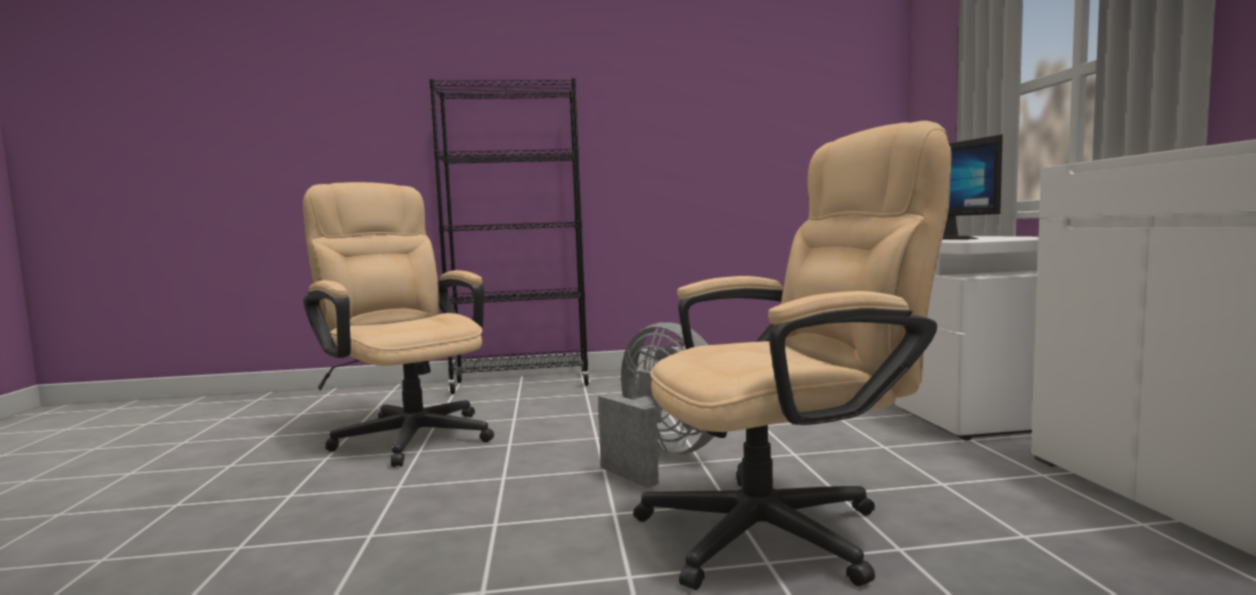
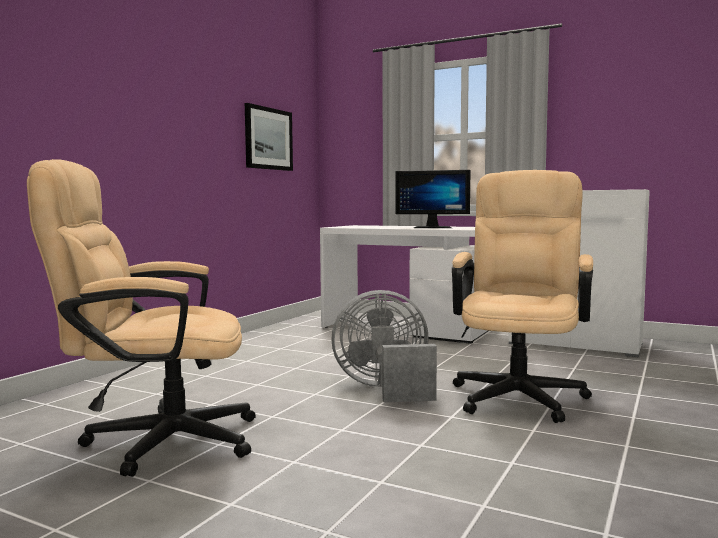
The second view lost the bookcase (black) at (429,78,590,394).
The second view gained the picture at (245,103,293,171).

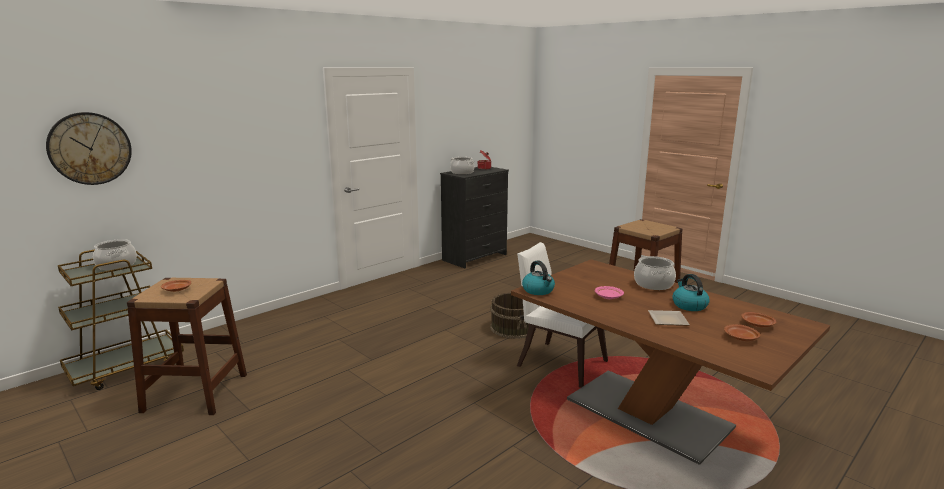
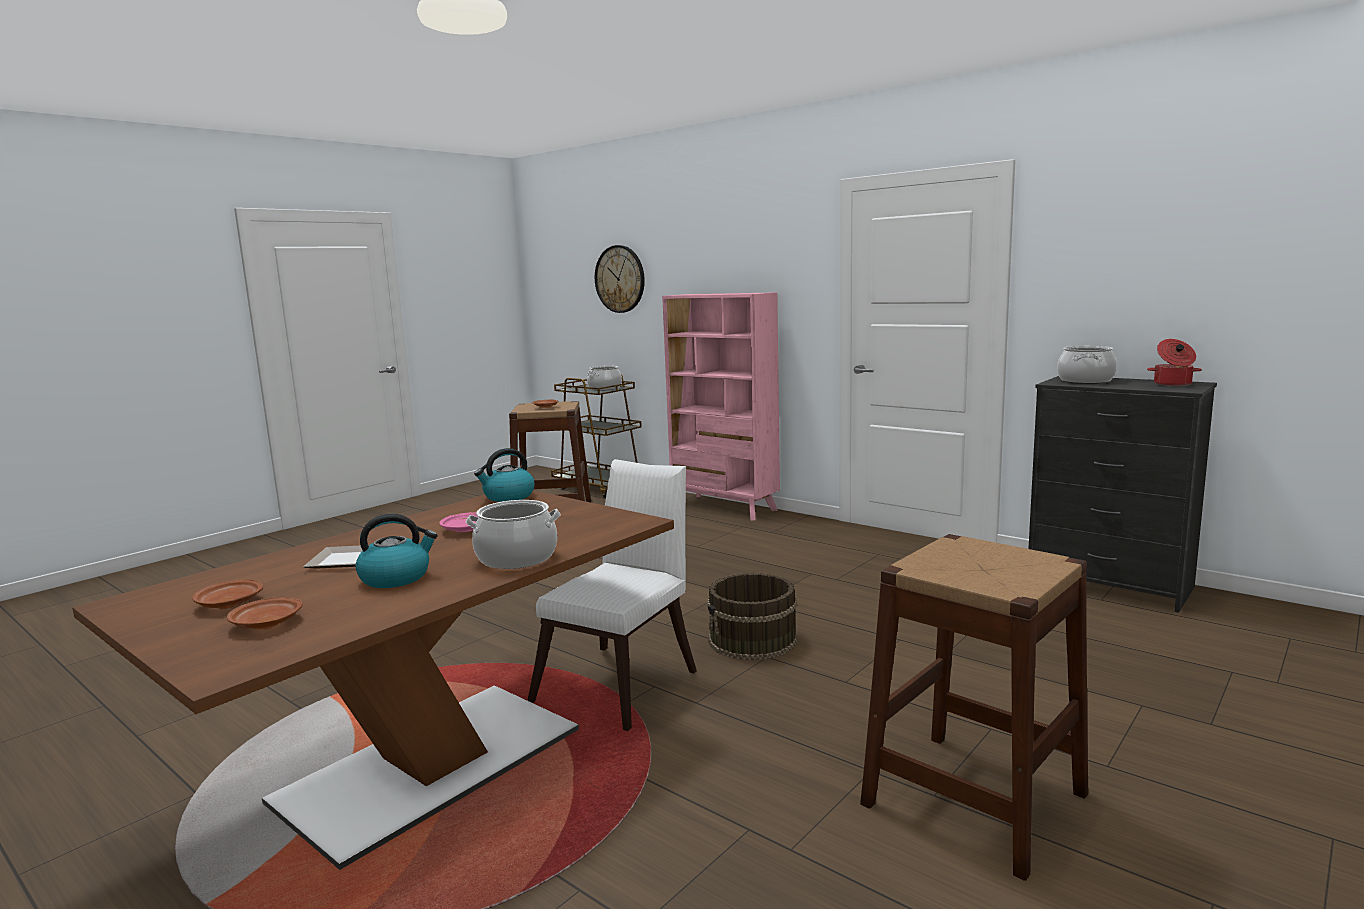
The second view gained the bookcase (pink) at (662,292,780,521).

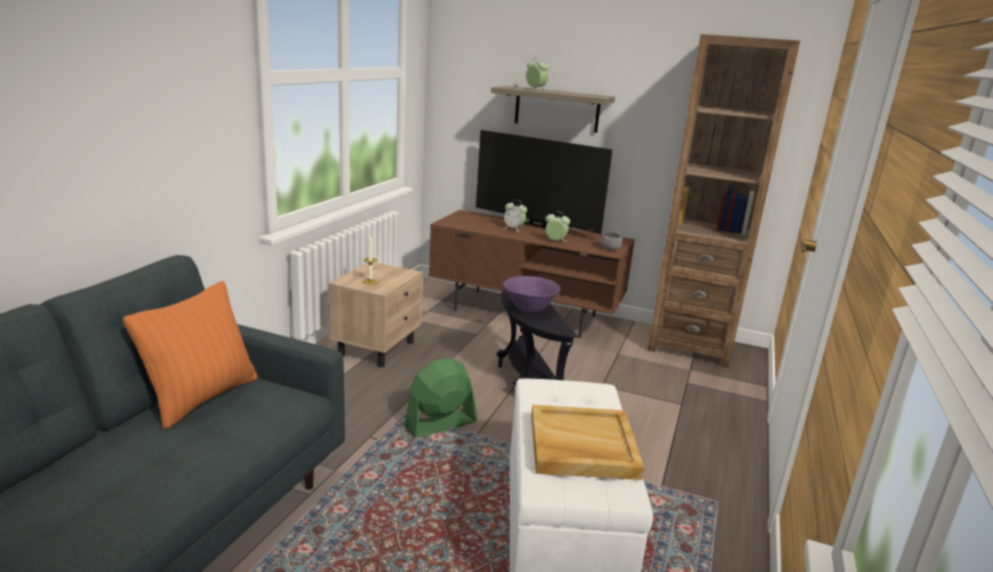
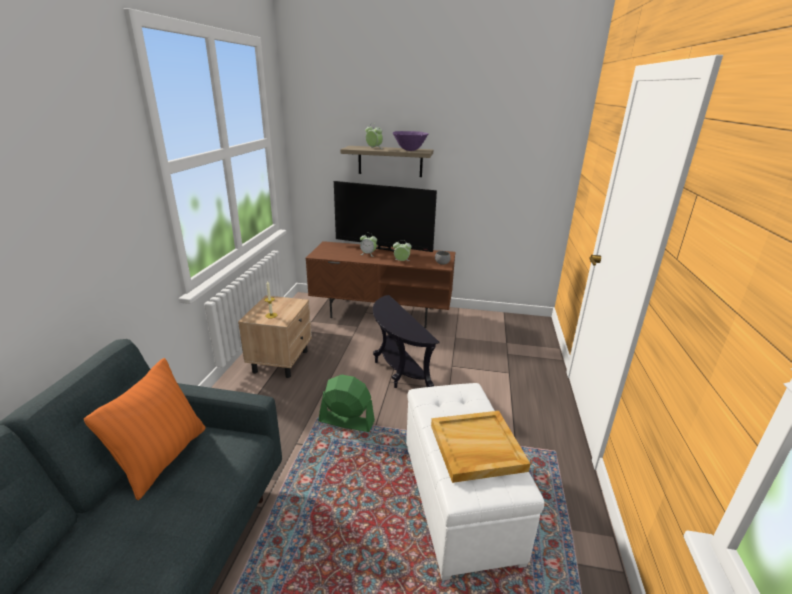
The second view lost the bookcase (brown) at (648,34,800,368).
The bowl (purple) ended up elsewhere, having gone from (503,276,560,313) to (393,131,429,151).
The fan (green) at (404,358,477,438) ended up facing another way, 60 degrees clockwise from before.

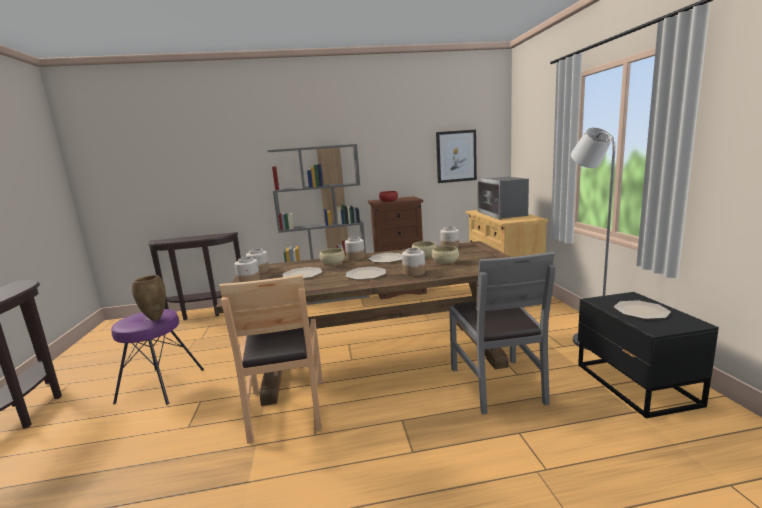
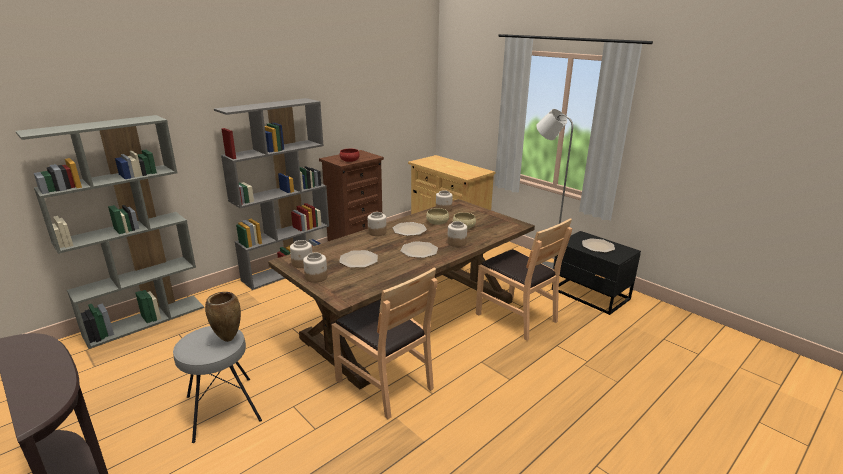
The second view lost the picture at (436,130,477,183).
The second view lost the microwave at (477,177,529,220).
Where the console table (brown) stood at (148,232,241,320), the bookcase (grey) came to stand at (16,115,204,349).
The second view lost the bowl (beige) at (319,248,345,265).
What was the chair (grey) at (449,252,556,414) turned into the chair (brown) at (476,218,572,341).
What was the stool (purple) at (111,309,204,405) turned into the stool (grey) at (173,326,262,443).

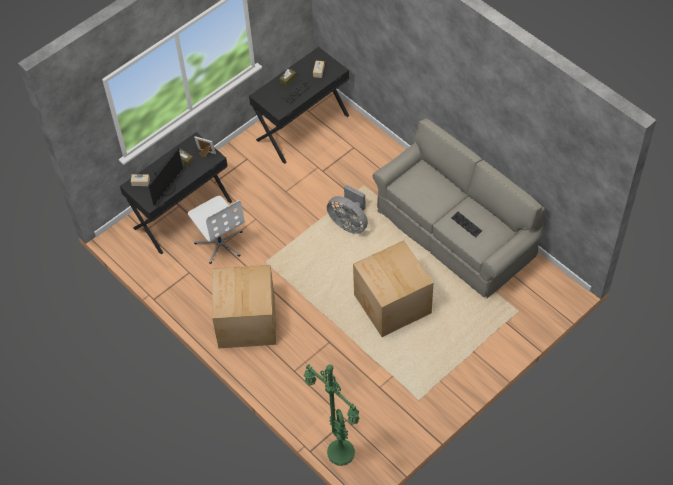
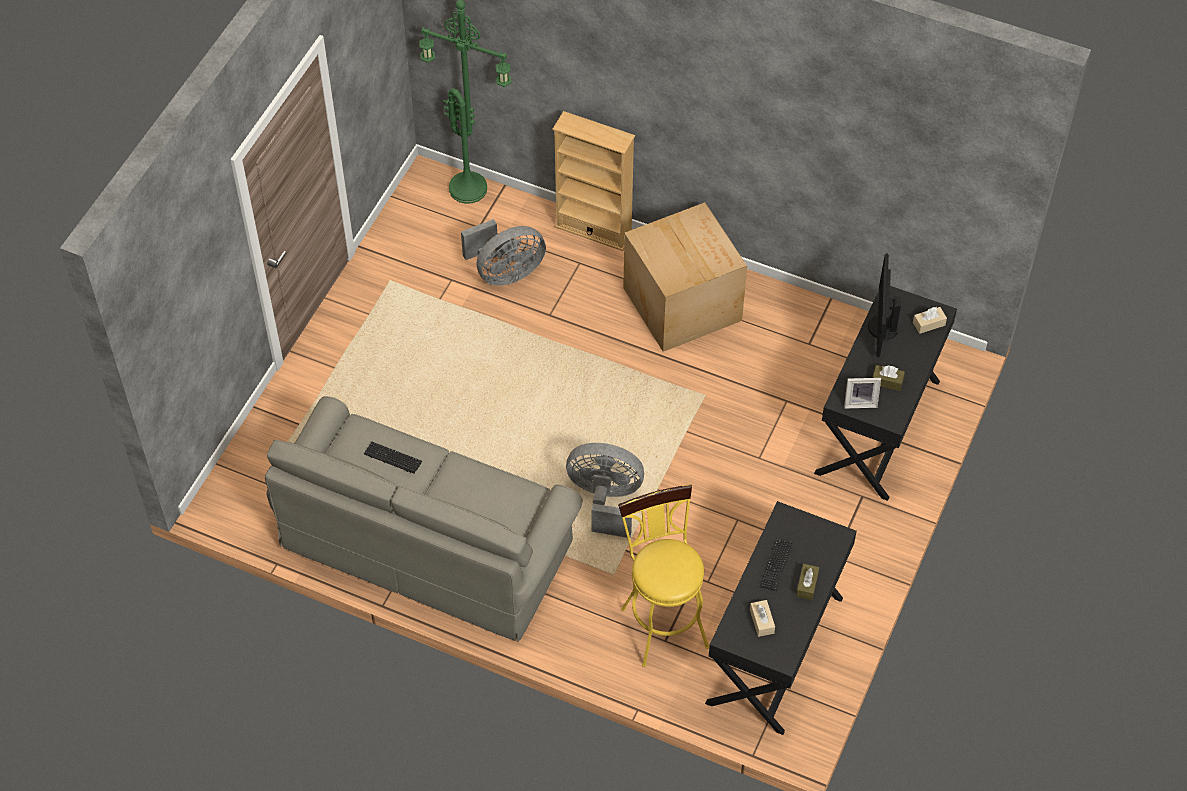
The second view lost the office chair (white) at (188,196,245,264).
The second view lost the cardboard box at (353,240,433,337).
The second view gained the bookcase (beige) at (553,111,635,251).
The second view gained the fan (grey) at (461,219,546,286).
The second view gained the stool (yellow) at (618,484,709,667).

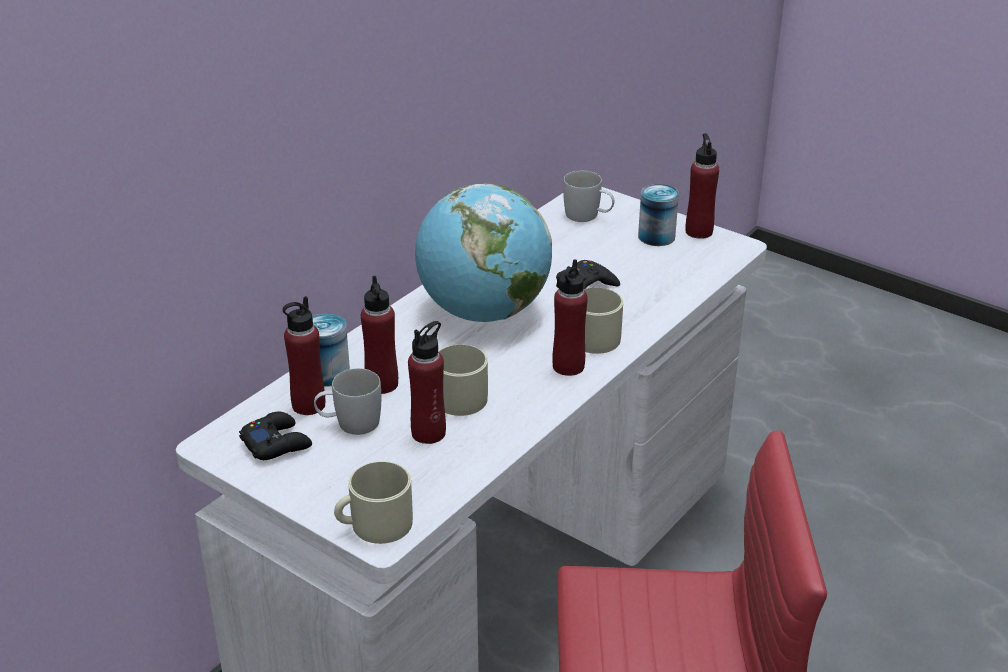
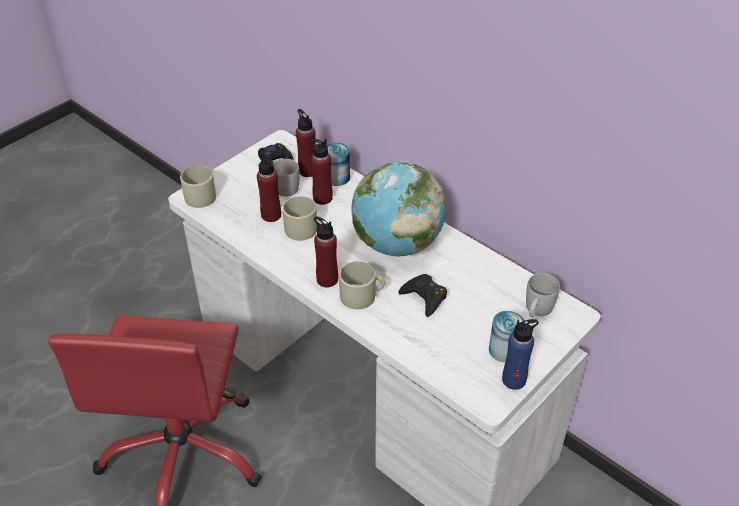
What was the bottle (red) at (685,133,719,239) turned into the bottle (blue) at (502,319,539,390).

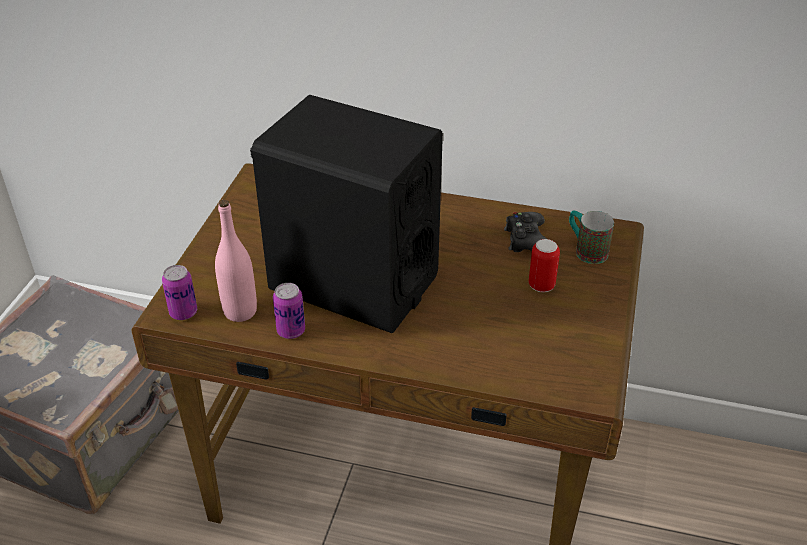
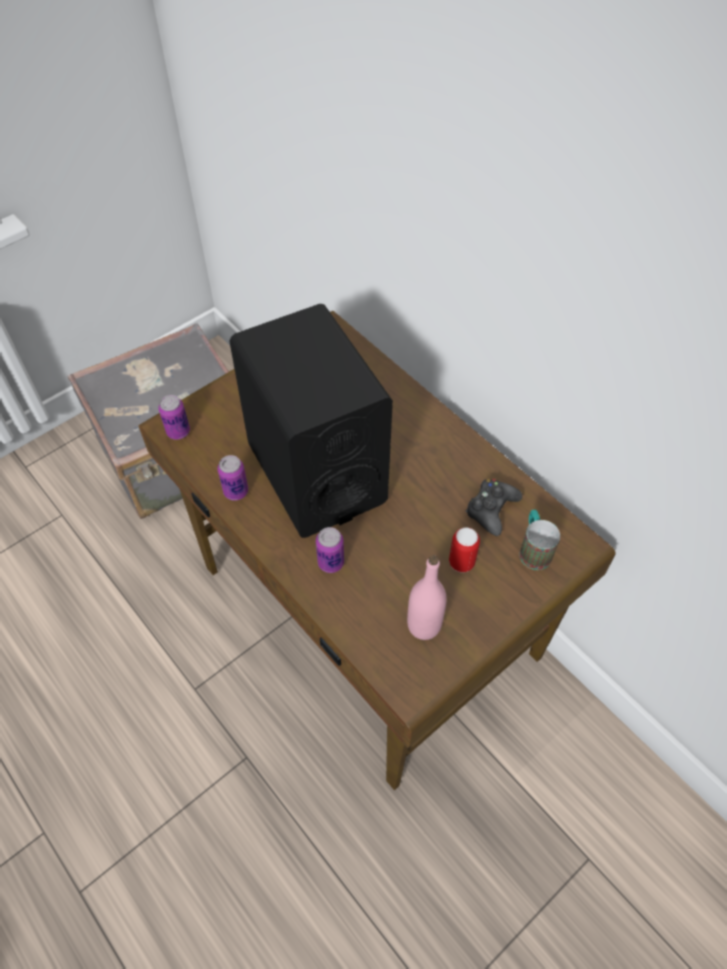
The bottle (pink) ended up elsewhere, having gone from (215,200,257,322) to (407,555,447,640).
The second view gained the can at (316,527,344,573).

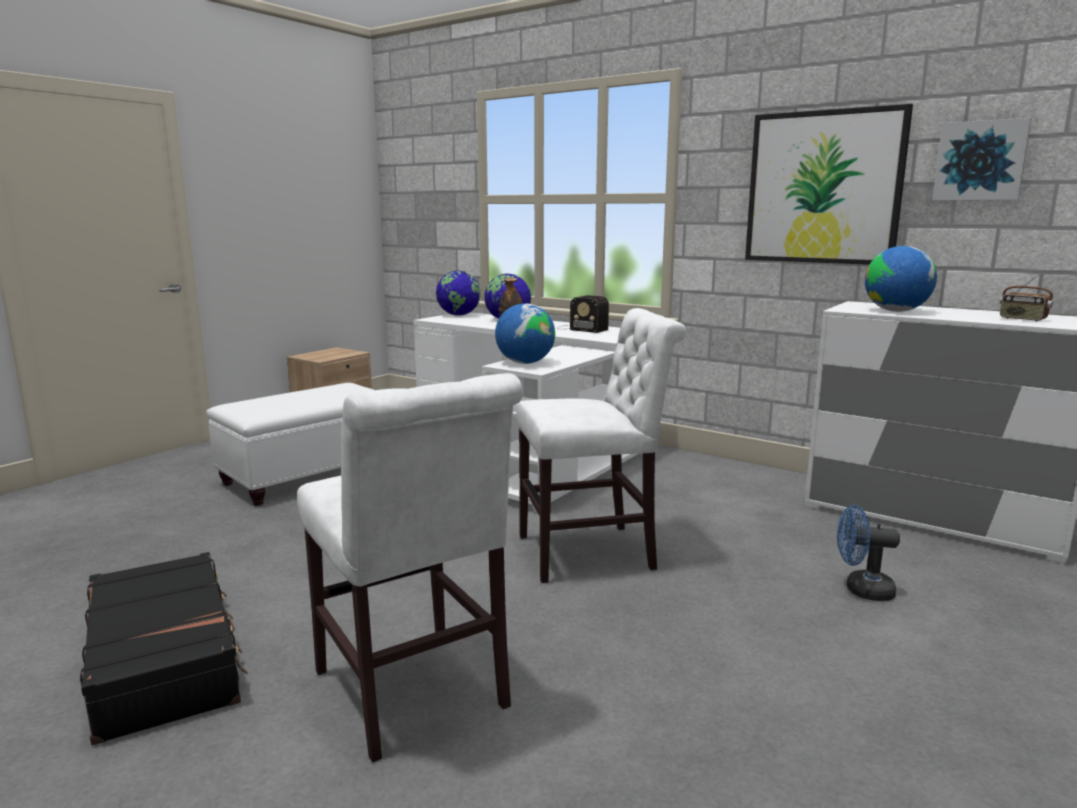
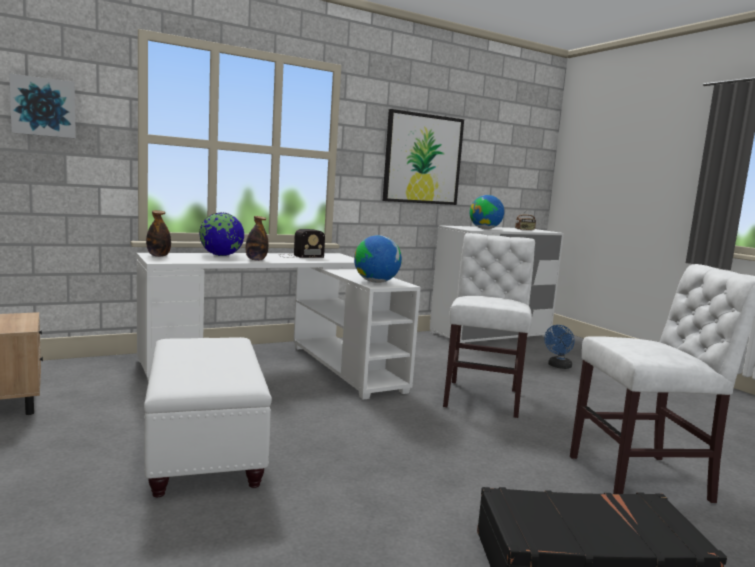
The picture ended up elsewhere, having gone from (932,118,1031,200) to (9,73,76,138).
Where the globe stood at (436,270,481,316), the bottle came to stand at (146,210,171,257).

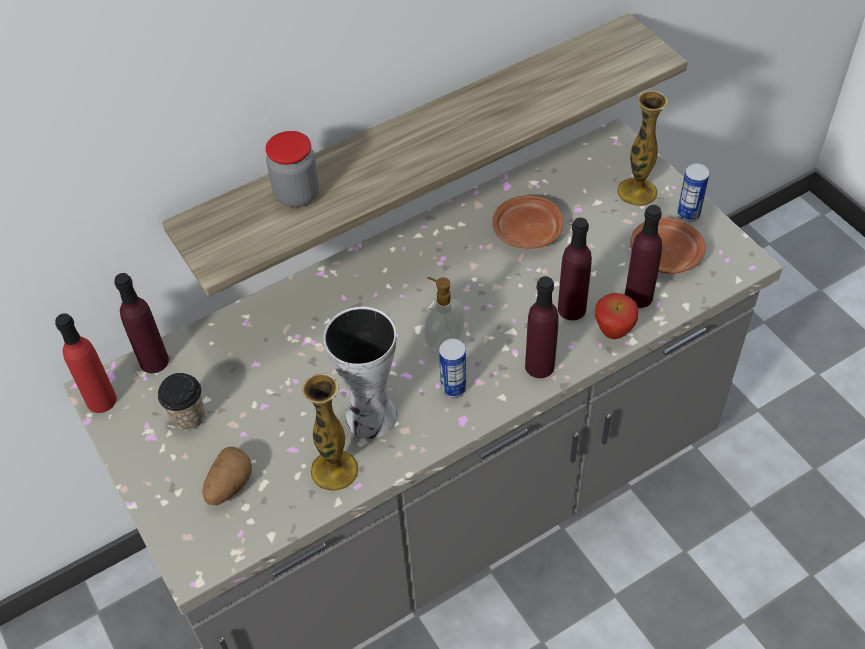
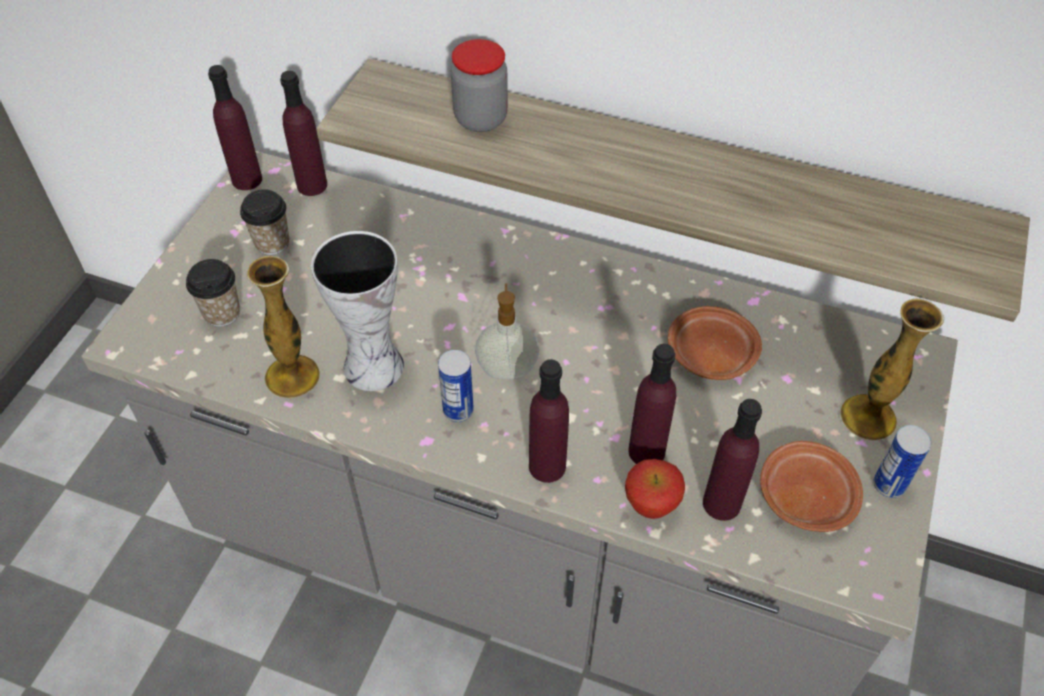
What was the bottle (red) at (55,313,117,413) turned into the bottle (purple) at (208,65,262,190).
Where the potato stood at (202,447,252,505), the cup came to stand at (186,259,240,327).

